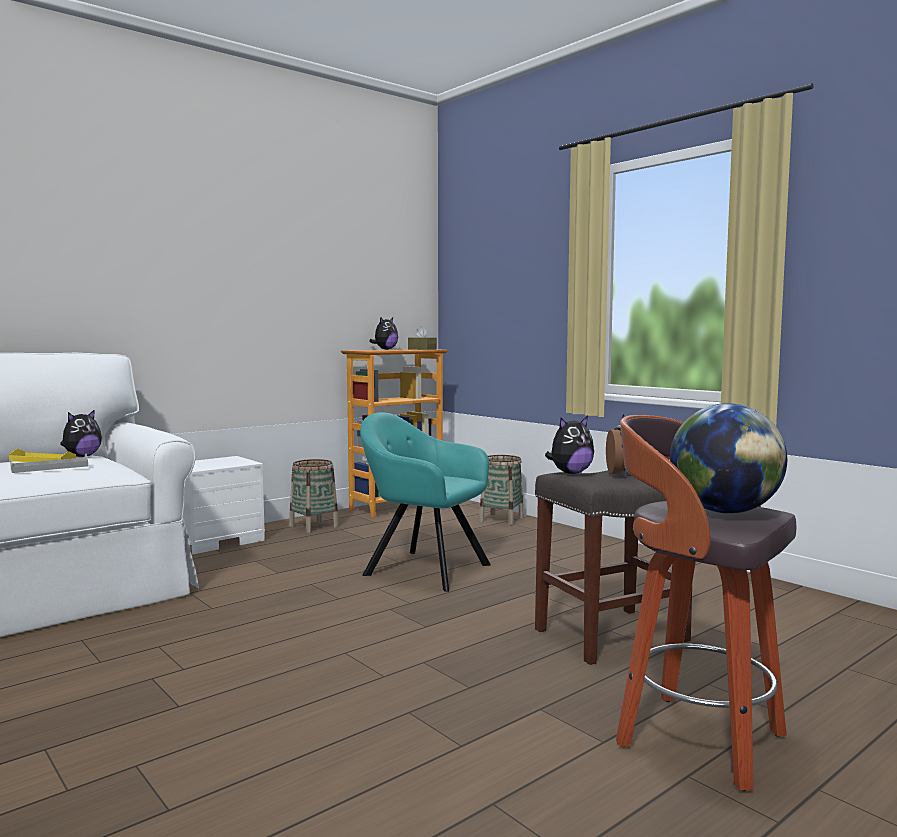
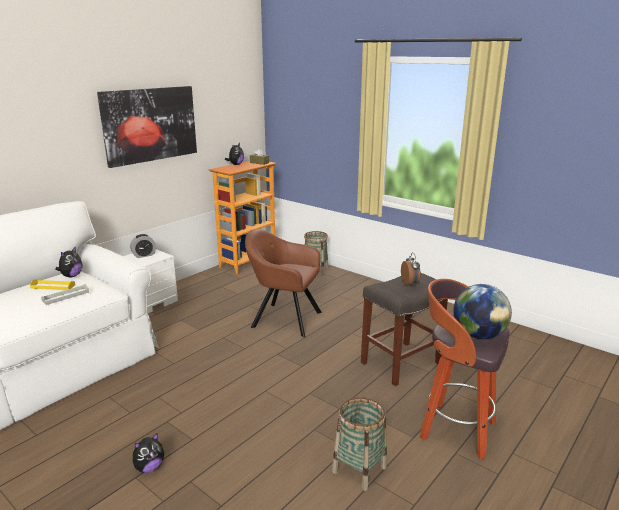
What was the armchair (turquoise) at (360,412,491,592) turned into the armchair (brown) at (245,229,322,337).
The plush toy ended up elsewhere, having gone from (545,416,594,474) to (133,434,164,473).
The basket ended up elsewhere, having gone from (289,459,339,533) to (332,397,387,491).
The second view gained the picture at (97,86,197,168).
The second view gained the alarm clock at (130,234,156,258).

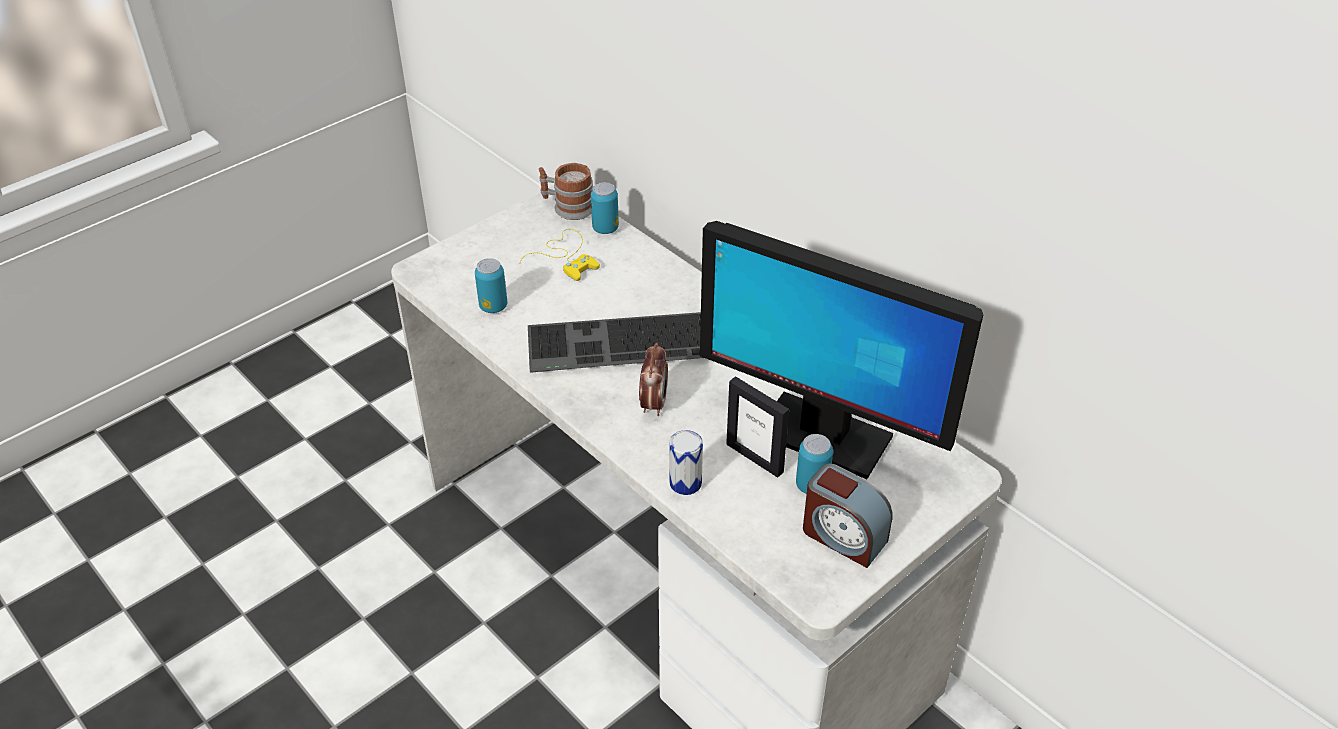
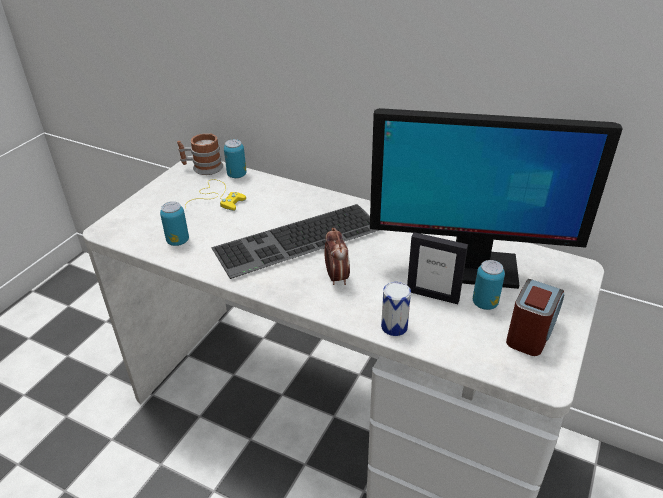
The alarm clock at (803,463,893,568) ended up facing another way, 75 degrees counterclockwise from before.

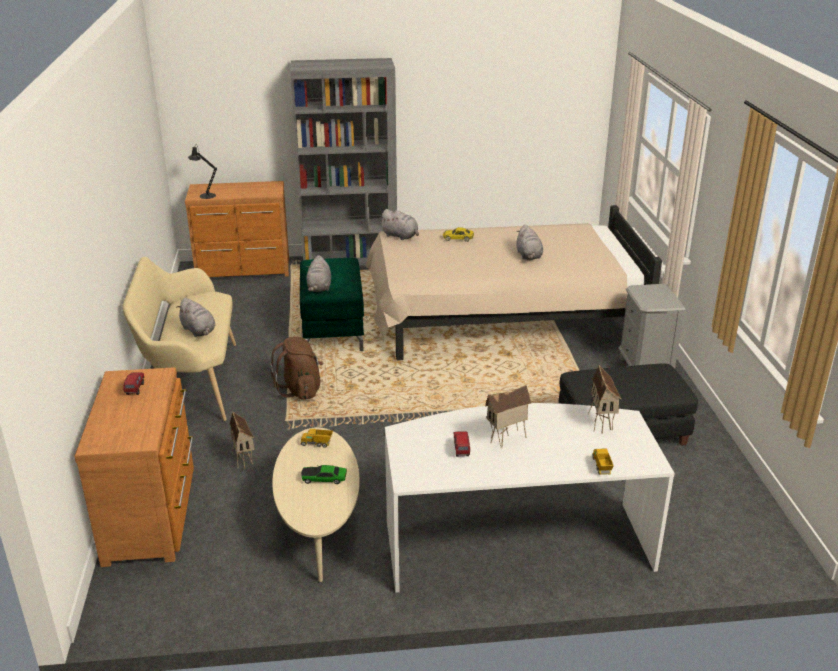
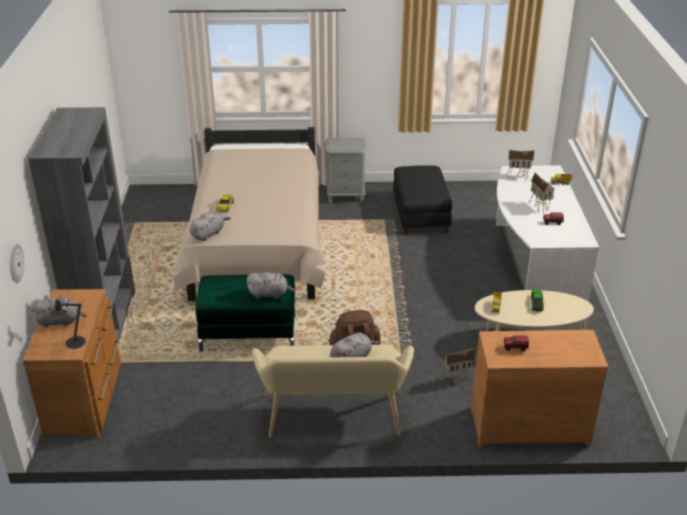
The plush toy (grey) ended up elsewhere, having gone from (516,224,543,260) to (30,297,86,327).
The second view gained the wall clock at (10,244,24,283).

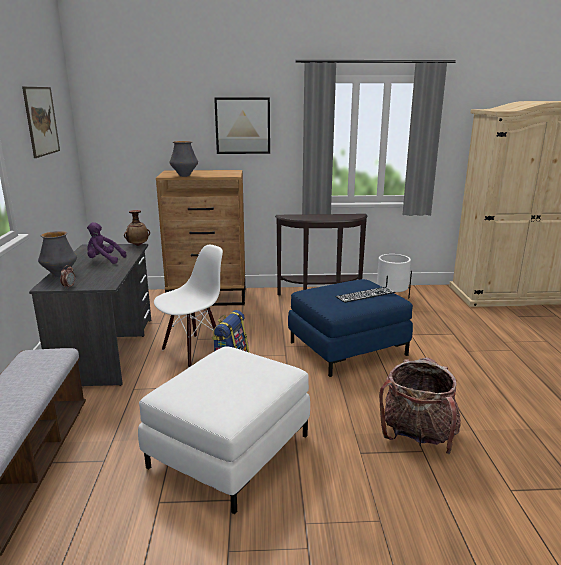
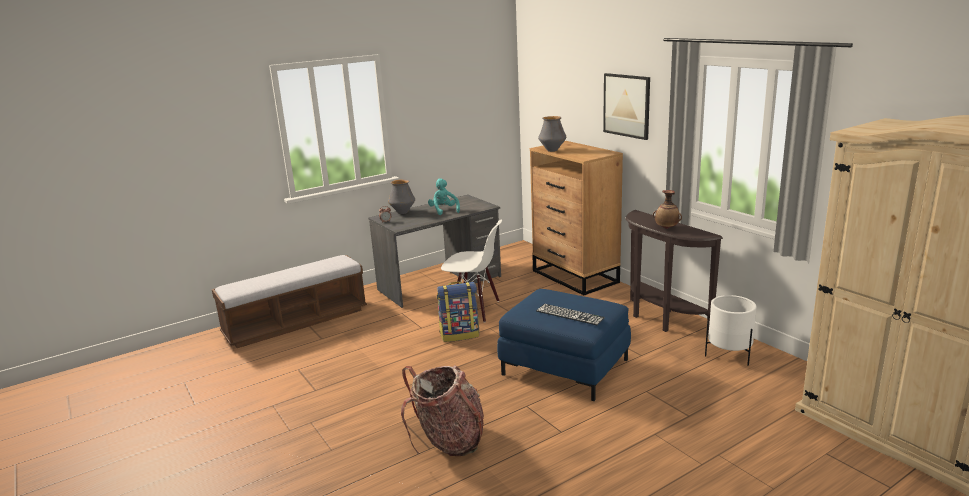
The second view lost the picture at (22,87,60,158).
The vase ended up elsewhere, having gone from (124,210,150,246) to (653,190,682,229).
What was the plush toy (purple) at (87,222,126,264) turned into the plush toy (turquoise) at (428,178,460,215).
The second view lost the ottoman (white) at (138,346,310,514).

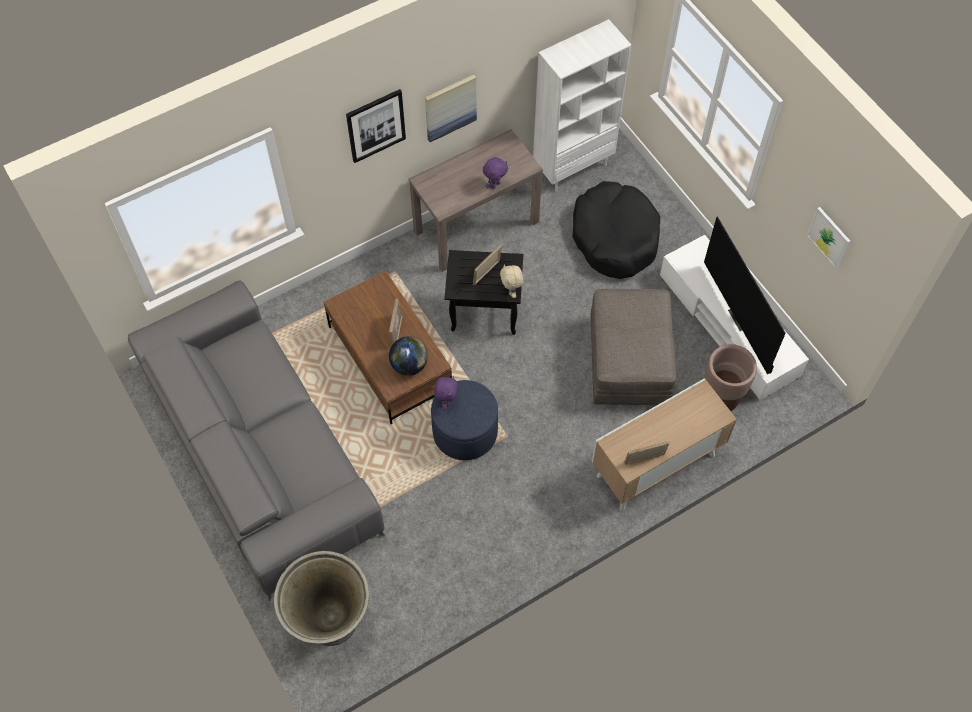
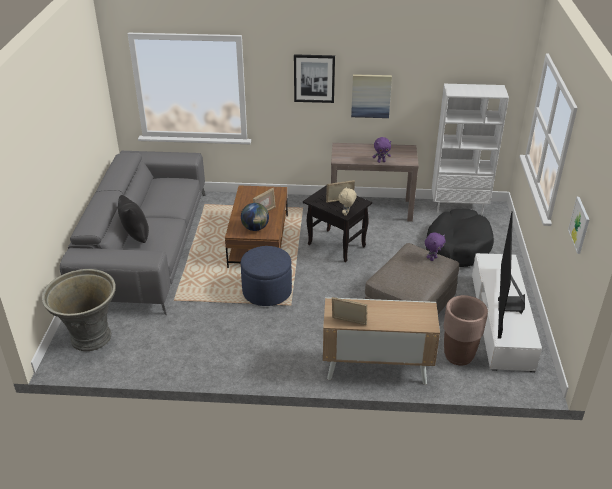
The plush toy (purple) ended up elsewhere, having gone from (434,376,458,410) to (425,232,445,261).
The second view gained the pillow (black) at (118,195,149,243).

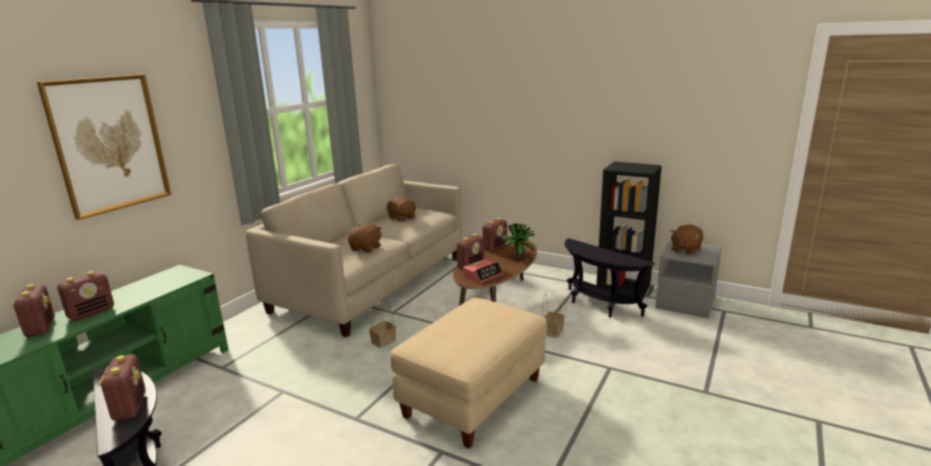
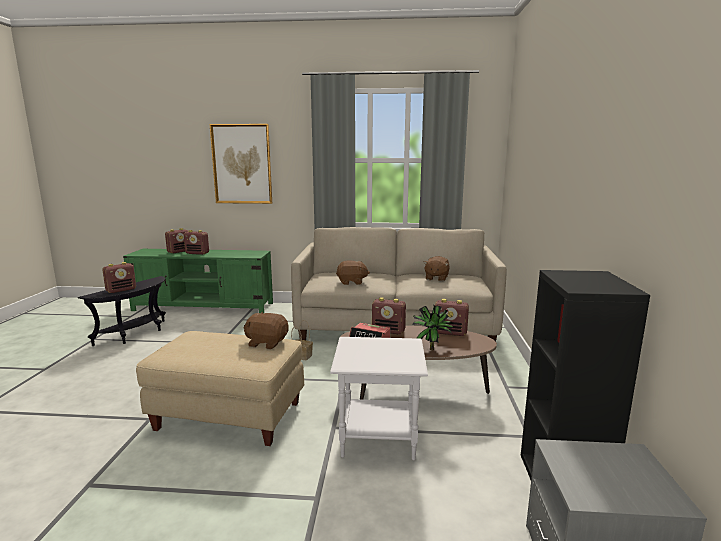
The plush toy (brown) ended up elsewhere, having gone from (671,225,703,255) to (244,312,289,349).
The second view lost the side table (black) at (564,238,655,318).
Where the basket stood at (543,294,566,338), the side table (white) came to stand at (330,337,428,460).

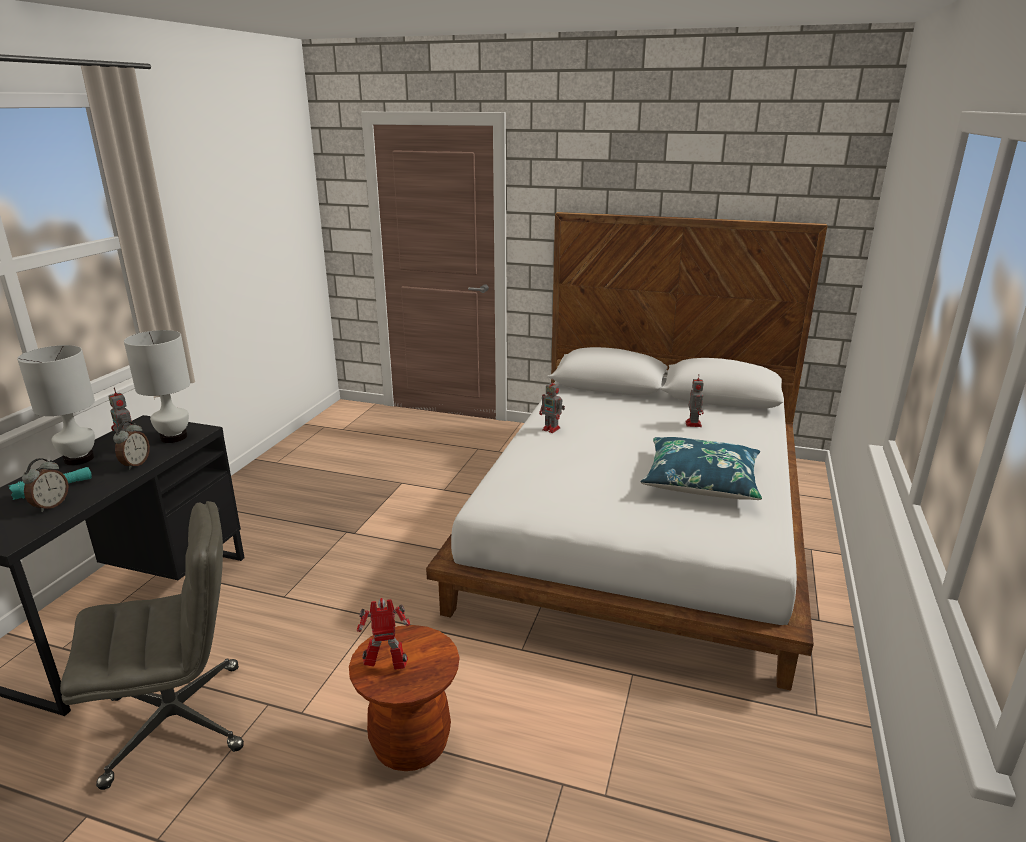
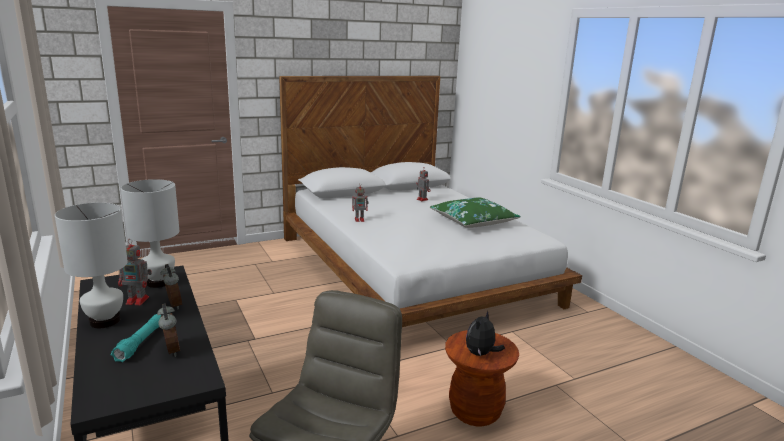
What was the pillow (blue) at (641,437,762,500) turned into the pillow (green) at (430,198,521,228).
Where the toy robot stood at (357,598,411,670), the plush toy came to stand at (466,311,505,356).

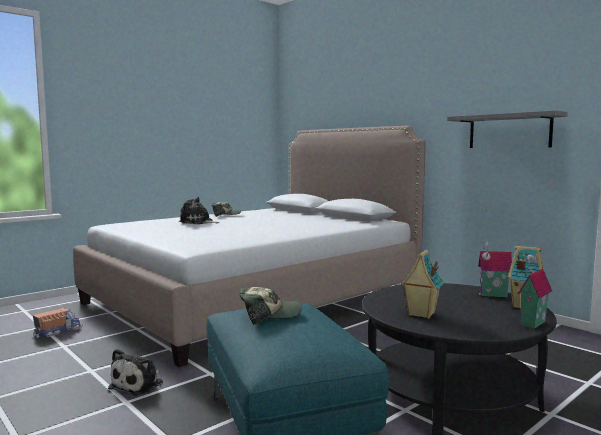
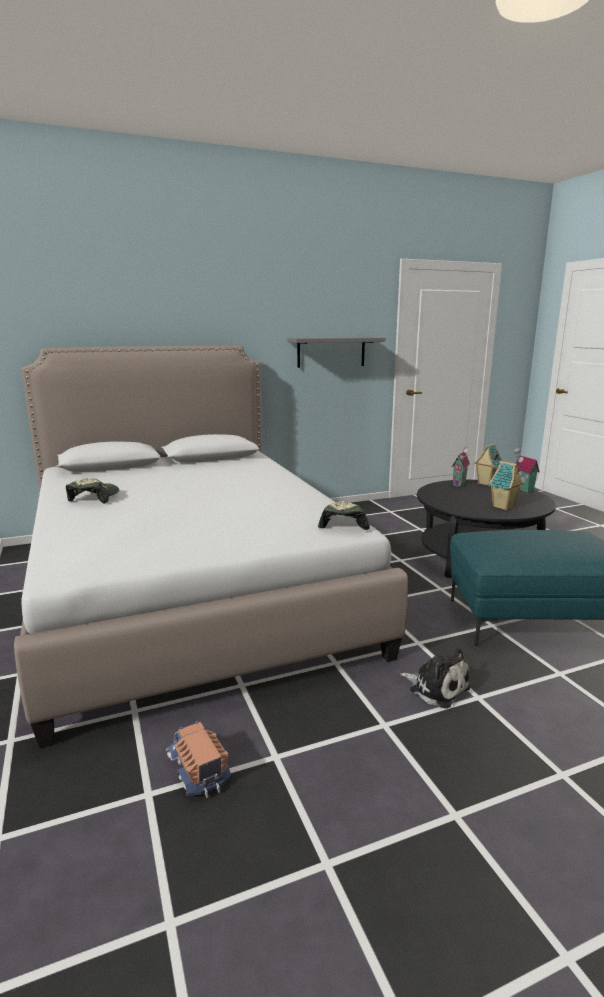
The second view lost the plush toy at (179,197,220,224).
The cap ended up elsewhere, having gone from (239,287,302,325) to (318,501,370,530).

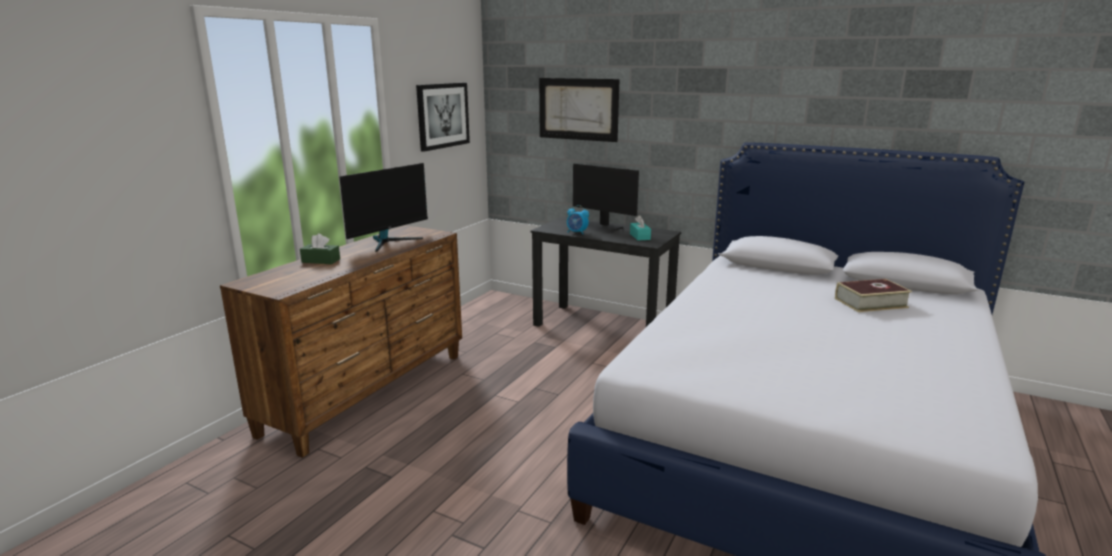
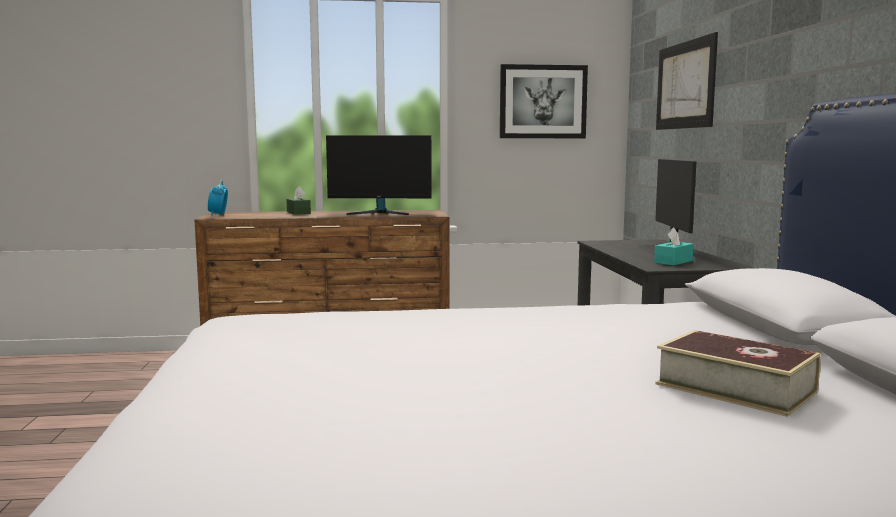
The alarm clock ended up elsewhere, having gone from (567,205,589,234) to (208,180,228,216).

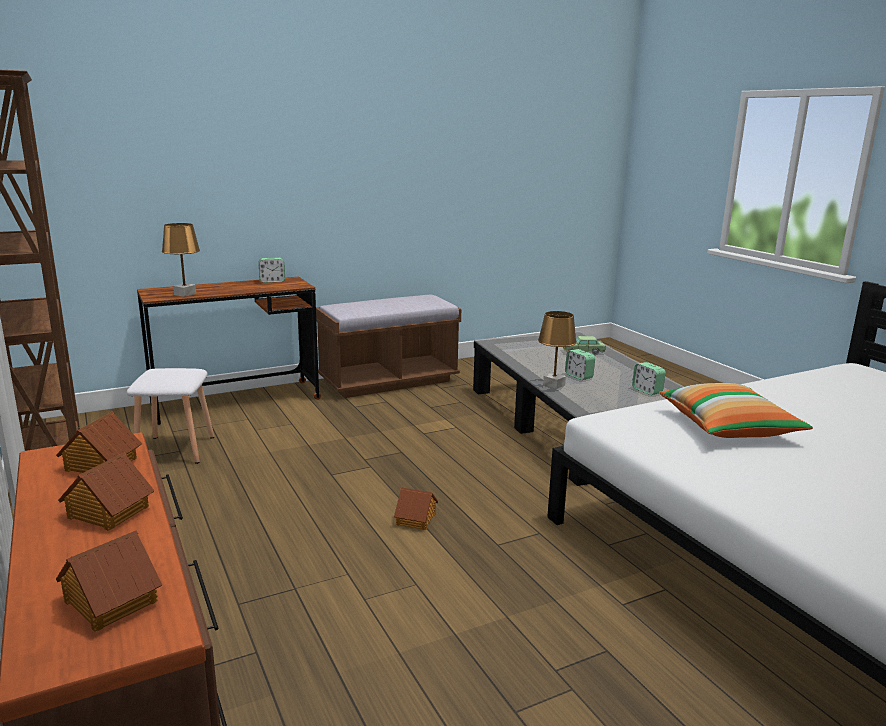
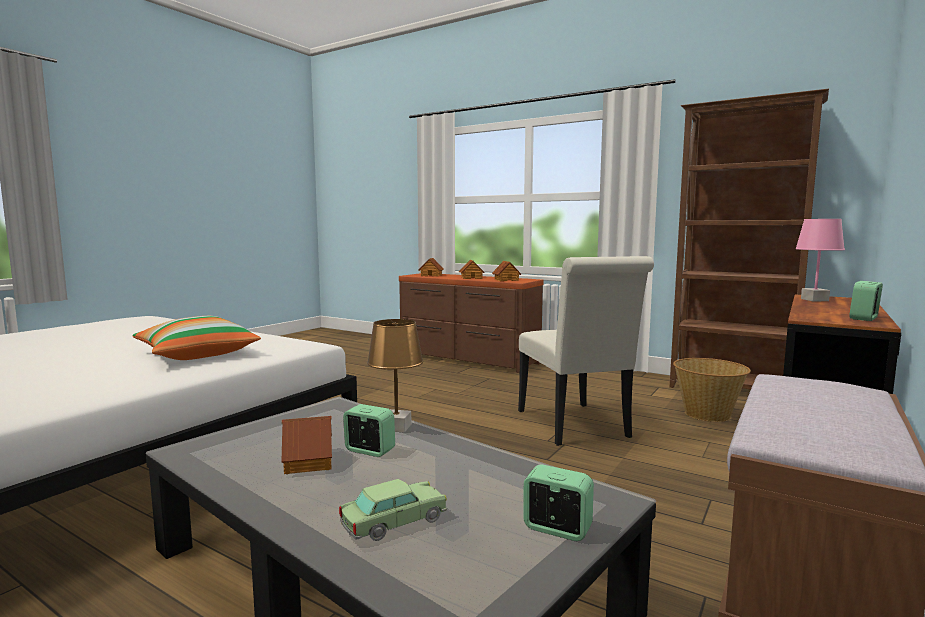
What was the table lamp (brown) at (162,223,200,297) turned into the table lamp (pink) at (795,219,845,301).
The alarm clock ended up elsewhere, having gone from (632,362,666,395) to (524,464,594,541).
Where the stool (white) stood at (127,368,214,464), the basket came to stand at (673,358,751,422).
The toy house ended up elsewhere, having gone from (394,487,438,530) to (281,416,332,474).
The second view gained the chair (white) at (518,256,654,446).

